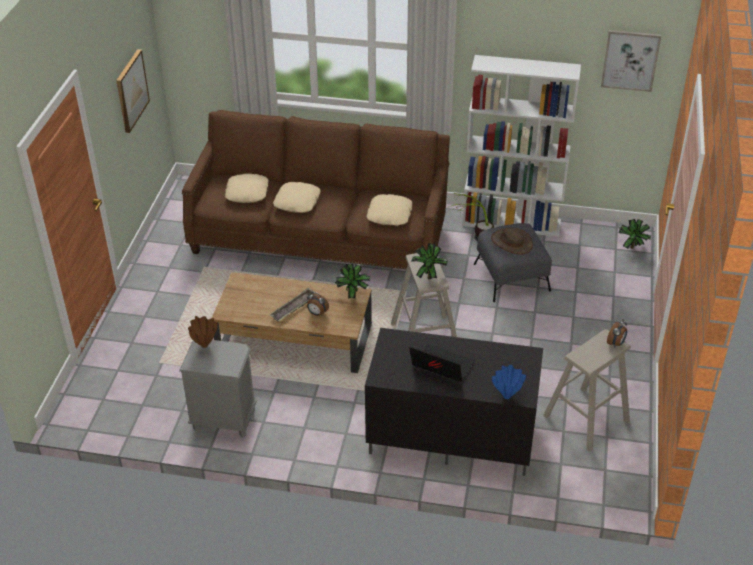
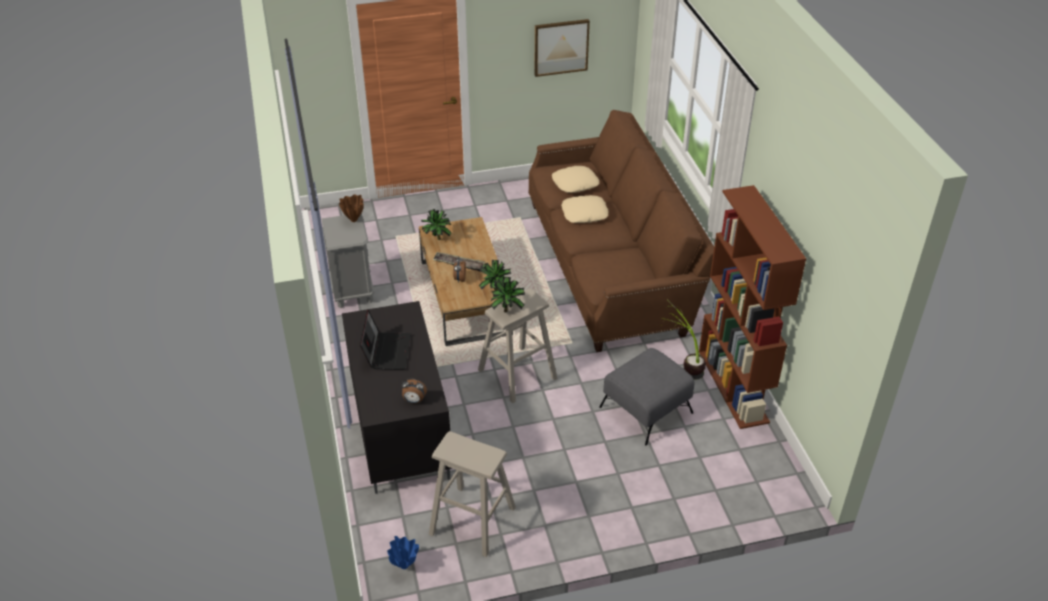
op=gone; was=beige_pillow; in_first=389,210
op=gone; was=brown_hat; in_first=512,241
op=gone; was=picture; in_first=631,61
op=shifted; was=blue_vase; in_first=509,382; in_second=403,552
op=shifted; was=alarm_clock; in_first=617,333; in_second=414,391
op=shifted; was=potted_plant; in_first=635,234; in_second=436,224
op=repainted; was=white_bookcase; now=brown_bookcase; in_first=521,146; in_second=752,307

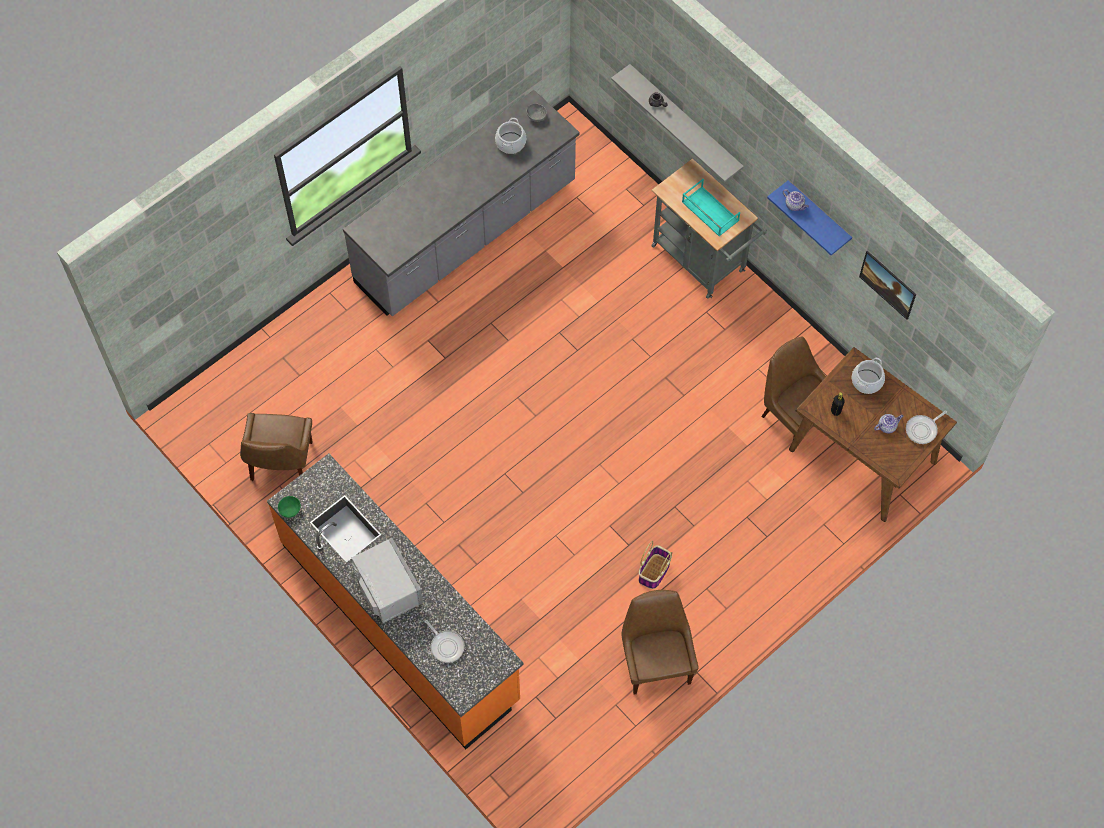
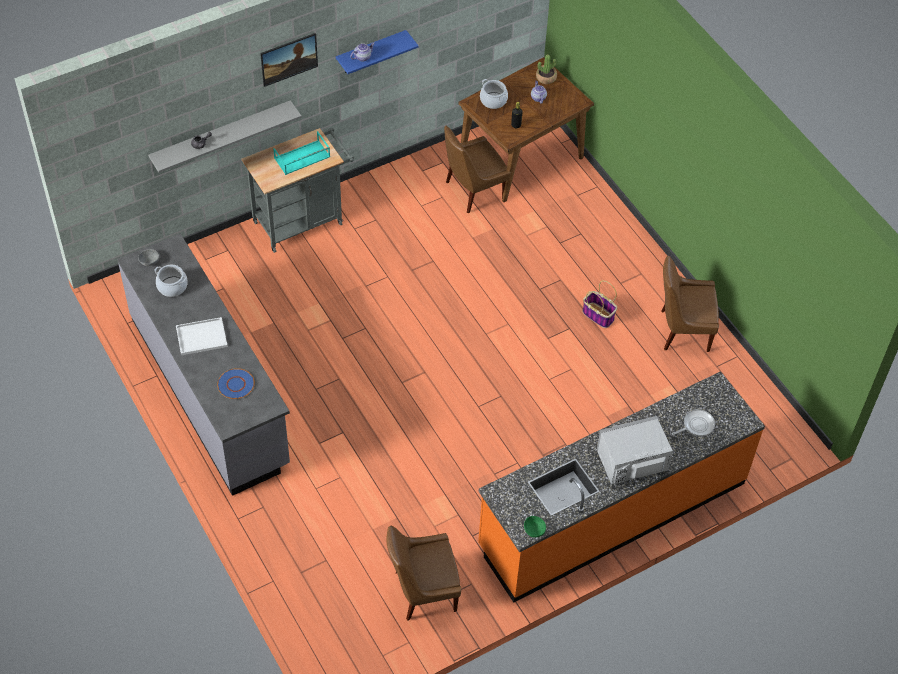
op=new; now=white_tray; in_second=202,336
op=new; now=blue_plate; in_second=236,383
op=shifted; was=picture; in_first=887,285; in_second=289,60
op=swapped; was=frying_pan; now=potted_plant; in_first=926,427; in_second=546,69
op=rotated; was=brown_chair; in_first=276,447; in_second=423,573; clockwise=150

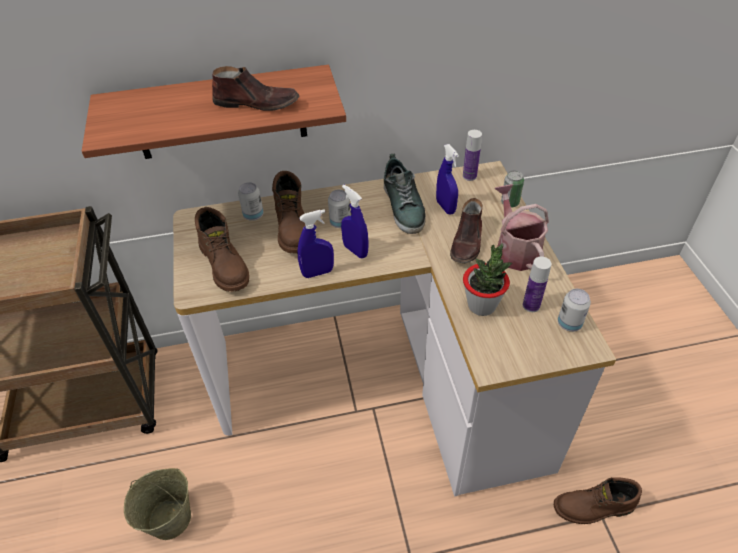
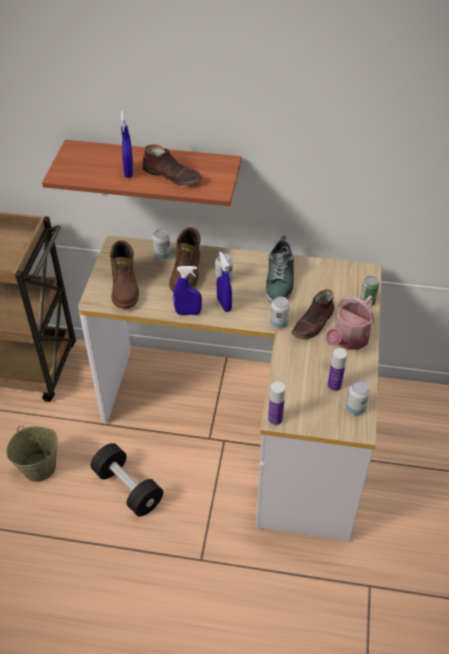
op=gone; was=potted_plant; in_first=487,280
op=gone; was=brown_boot; in_first=598,500
op=new; now=black_dumbbell; in_second=127,480
op=new; now=can; in_second=280,312
op=shifted; was=blue_spray_bottle; in_first=447,179; in_second=126,144
op=shifted; was=bottle; in_first=472,155; in_second=276,404
op=rotated; was=watering_can; in_first=521,227; in_second=350,322; clockwise=-150

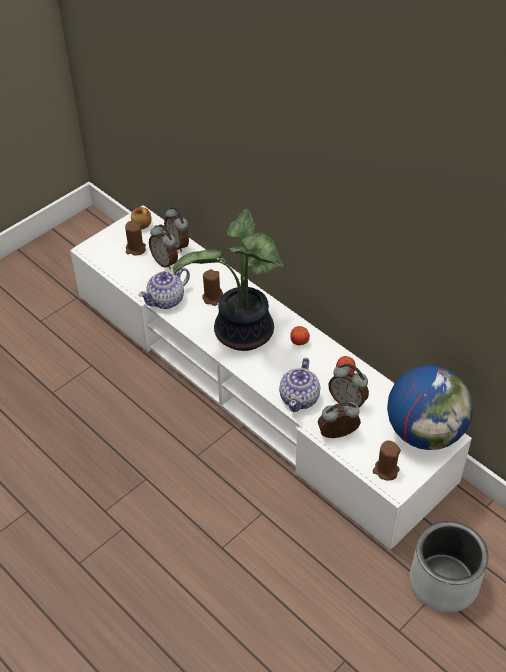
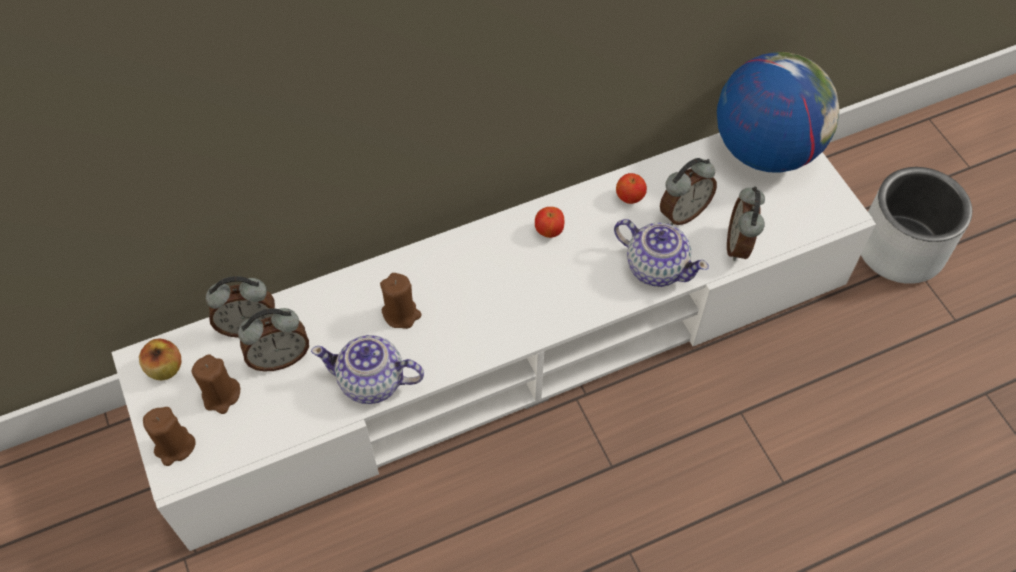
op=gone; was=potted_plant; in_first=228,280
op=shifted; was=brown_candle; in_first=387,460; in_second=169,436
op=rotated; was=teapot; in_first=164,288; in_second=367,369; clockwise=120

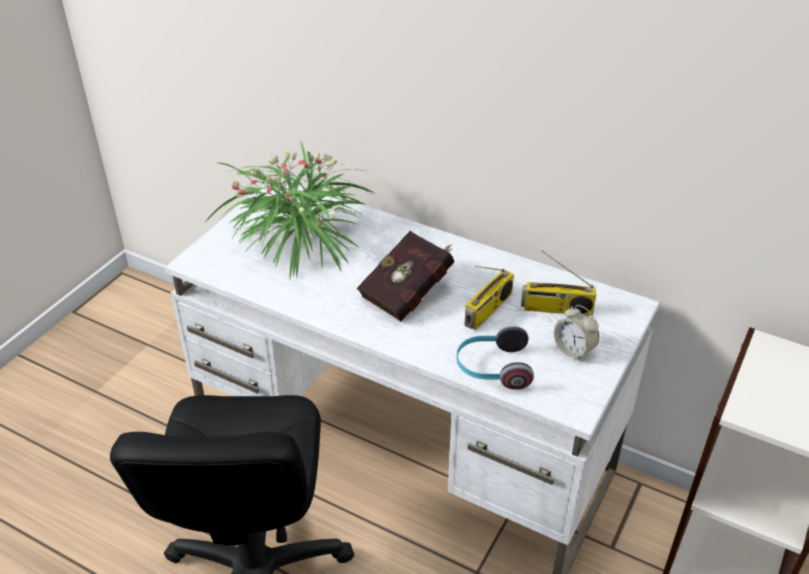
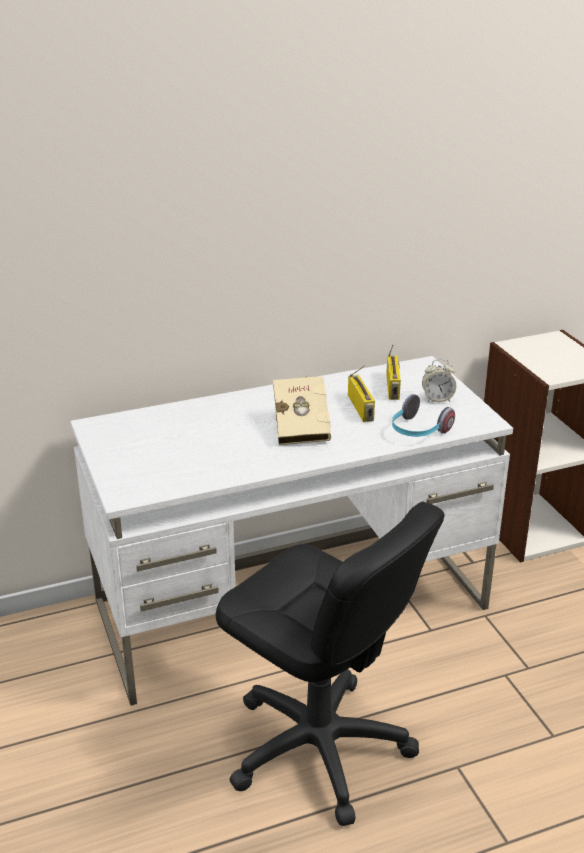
op=gone; was=potted_plant; in_first=290,209
op=repainted; was=red_book; now=beige_book; in_first=405,276; in_second=302,410
op=rotated; was=radio; in_first=558,283; in_second=393,372; clockwise=-45

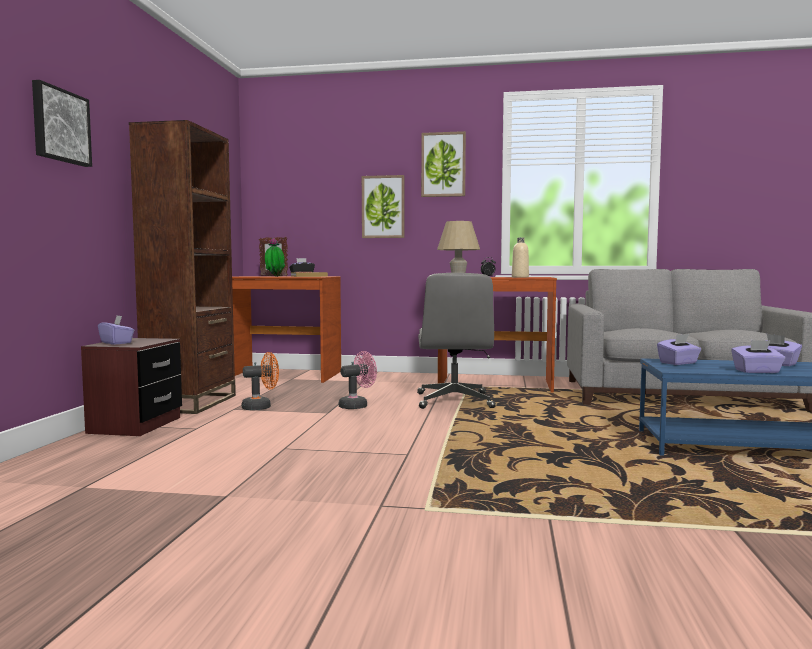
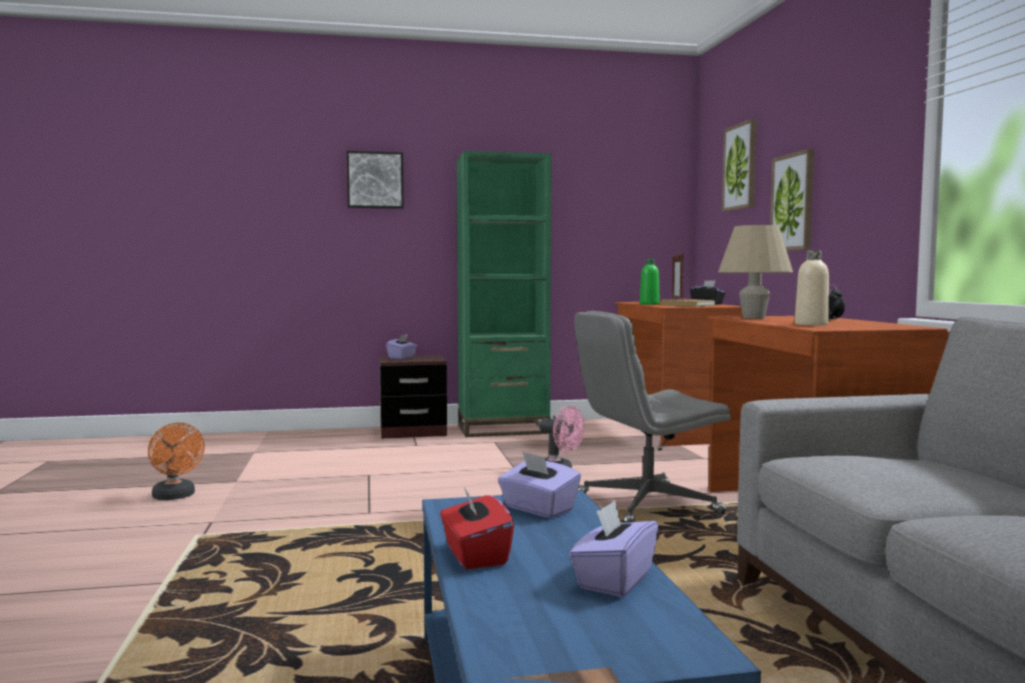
op=shifted; was=orange_fan; in_first=260,381; in_second=176,461
op=shifted; was=picture; in_first=443,164; in_second=739,165
op=swapped; was=potted_plant; now=green_bottle; in_first=275,257; in_second=649,282
op=repainted; was=brown_bookcase; now=green_bookcase; in_first=182,267; in_second=504,294
op=repainted; was=purple_tissue_box; now=red_tissue_box; in_first=758,356; in_second=477,528

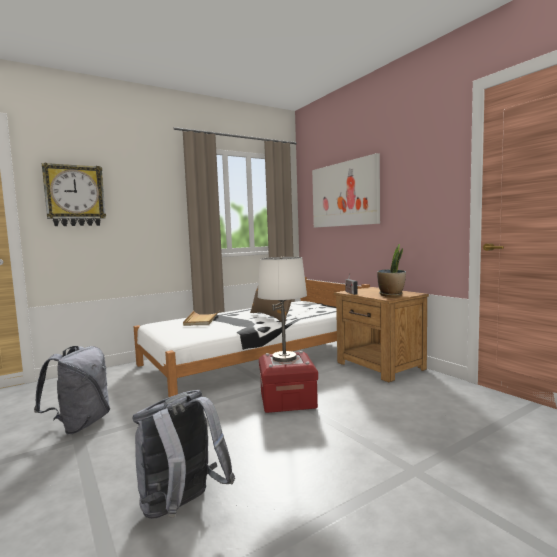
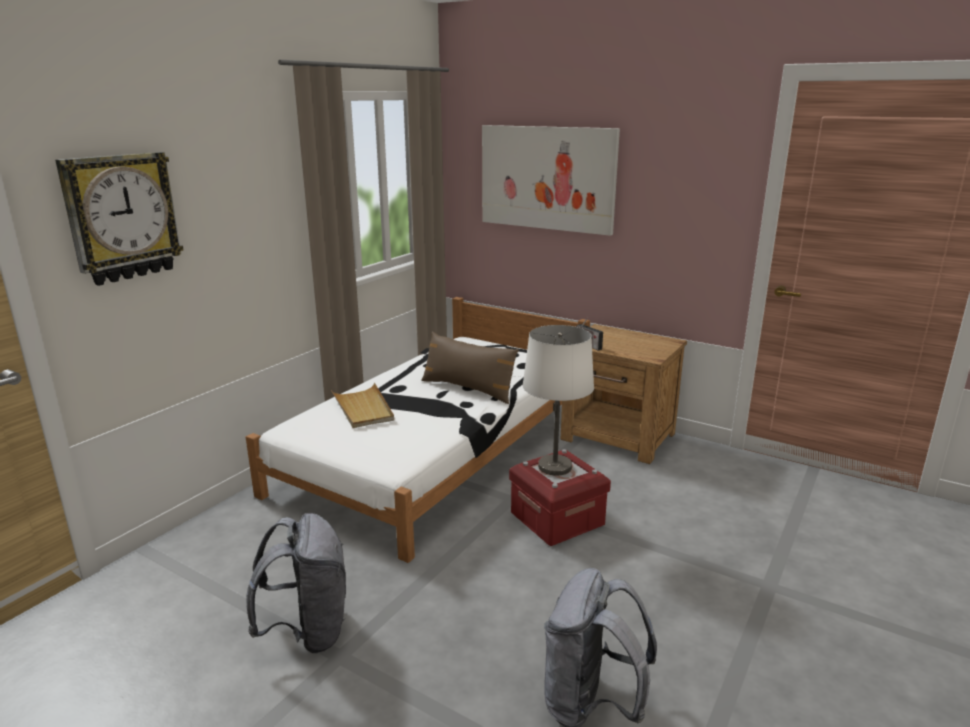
op=gone; was=potted_plant; in_first=391,270

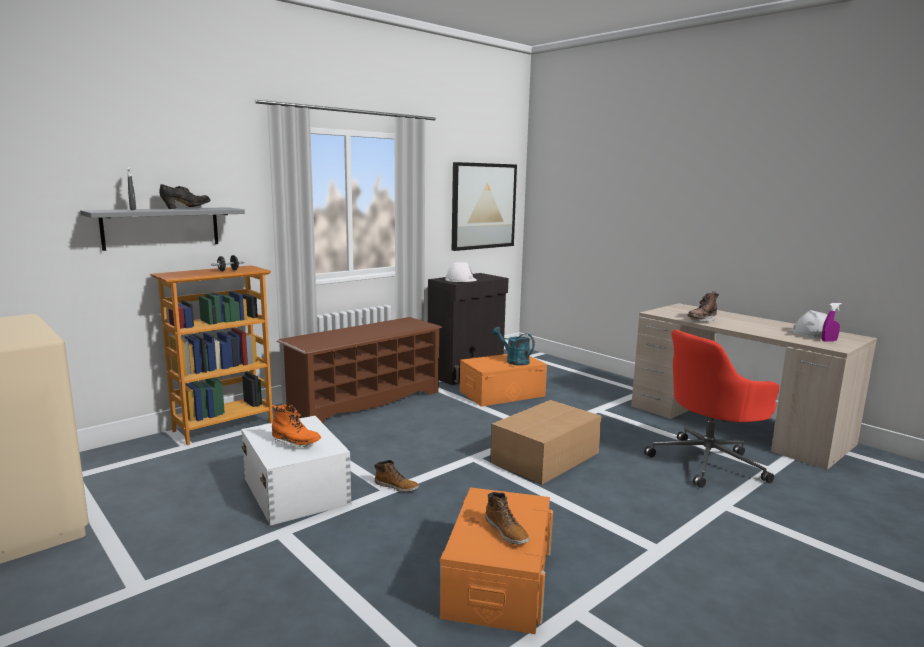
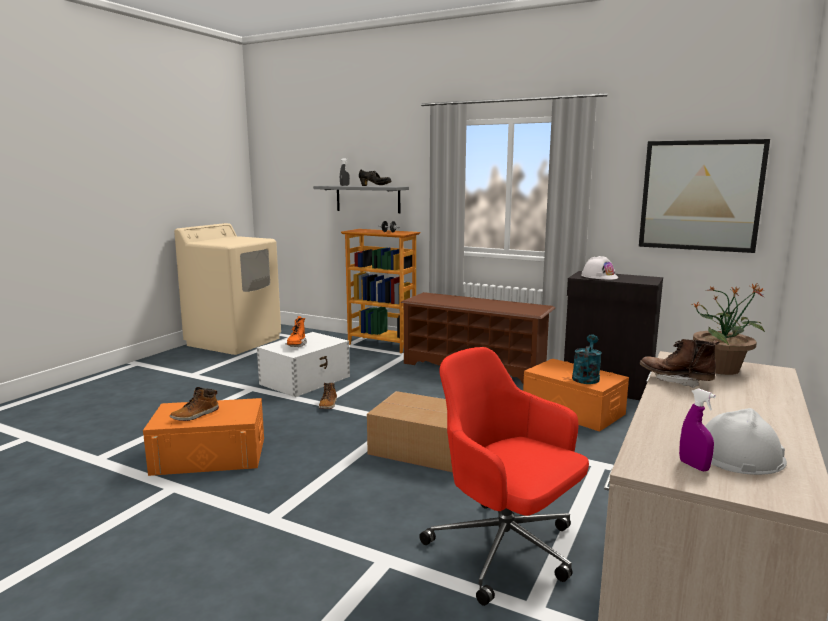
op=new; now=potted_plant; in_second=729,329

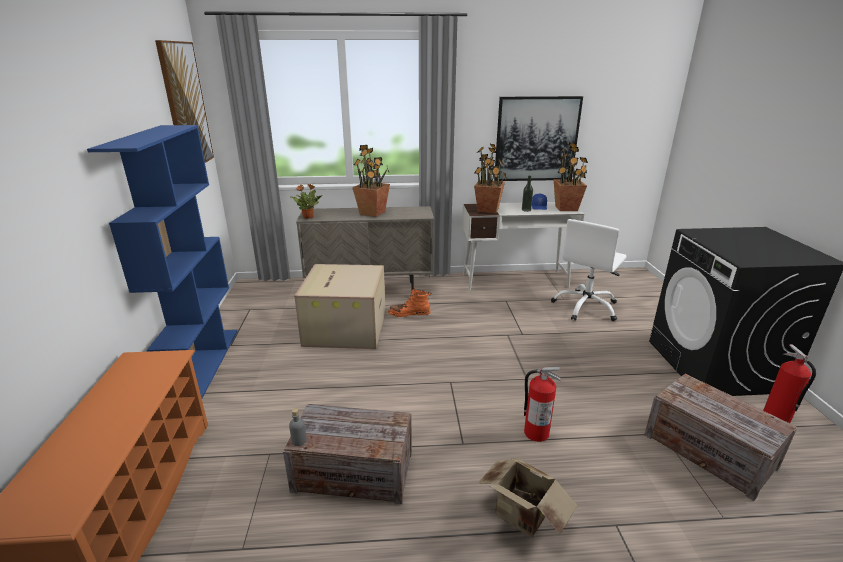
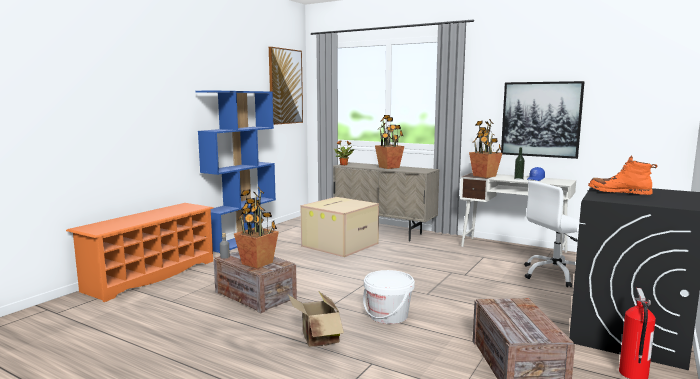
op=shifted; was=orange_boot; in_first=410,302; in_second=623,175
op=shifted; was=potted_plant; in_first=571,177; in_second=256,227
op=swapped; was=fire_extinguisher; now=white_bucket; in_first=542,404; in_second=389,297

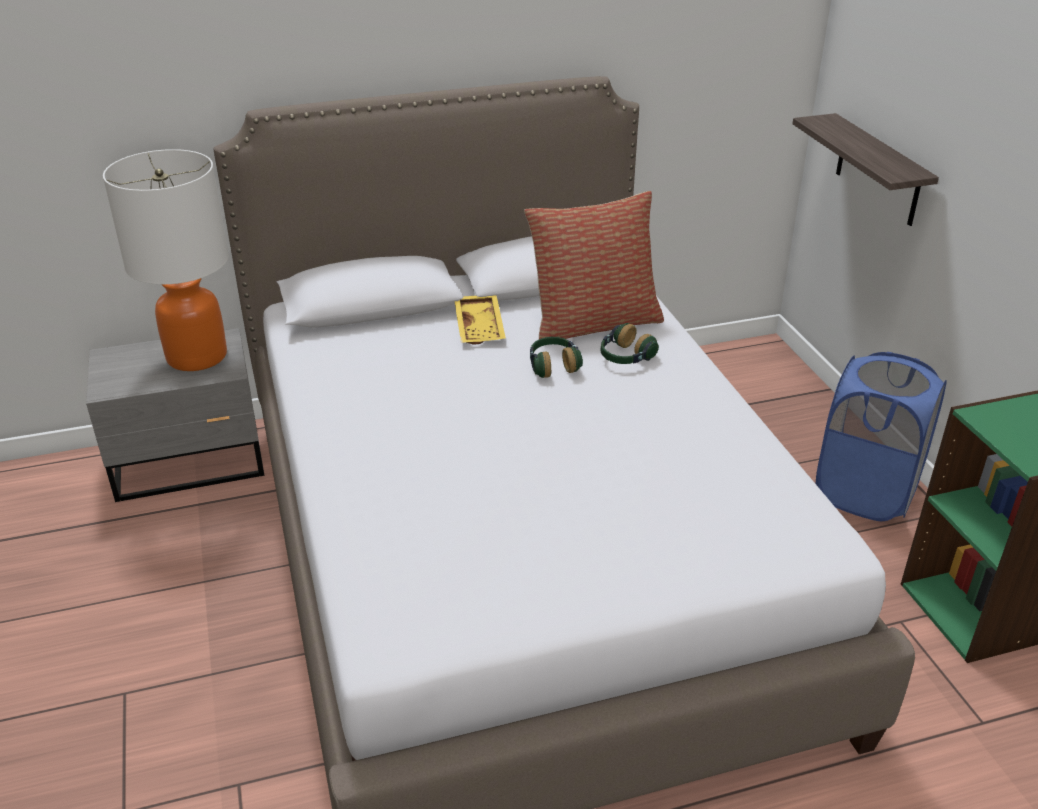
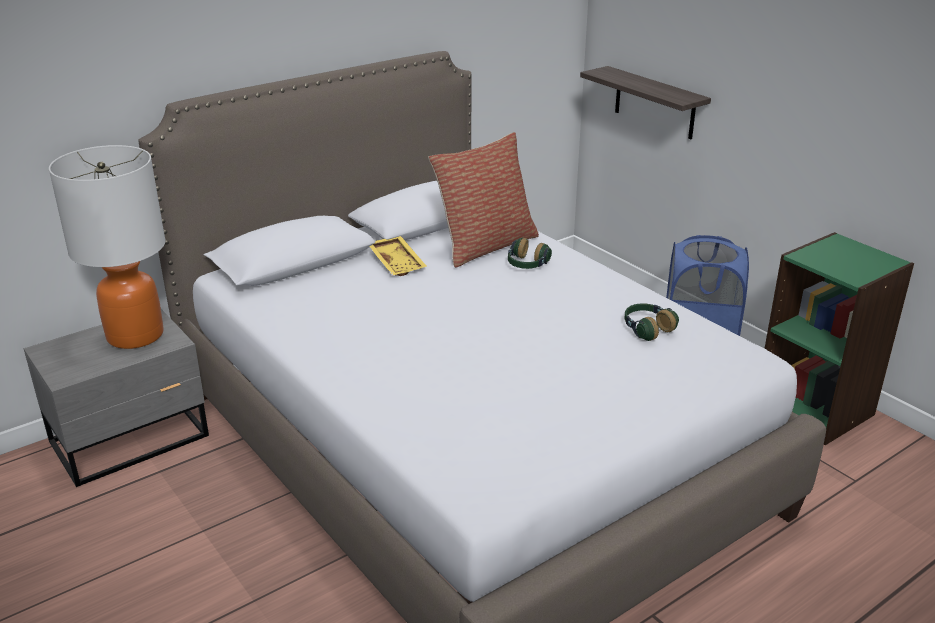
op=shifted; was=headphones; in_first=556,357; in_second=652,322

